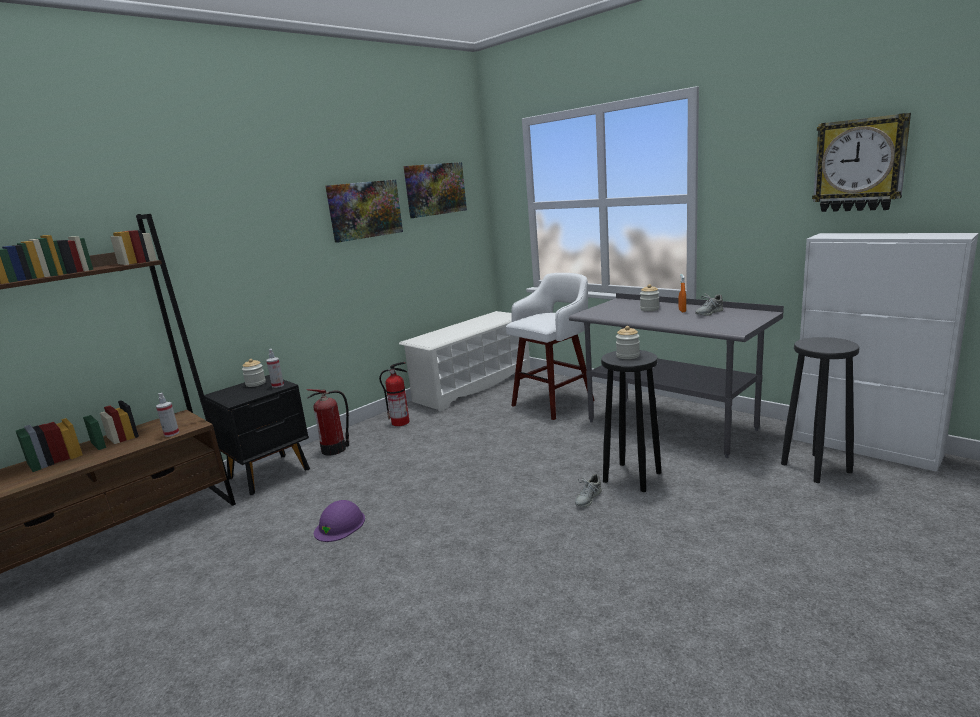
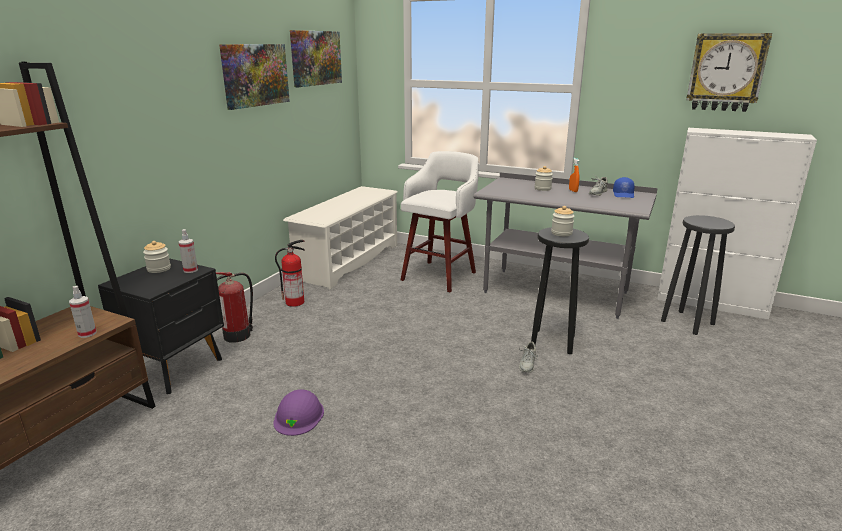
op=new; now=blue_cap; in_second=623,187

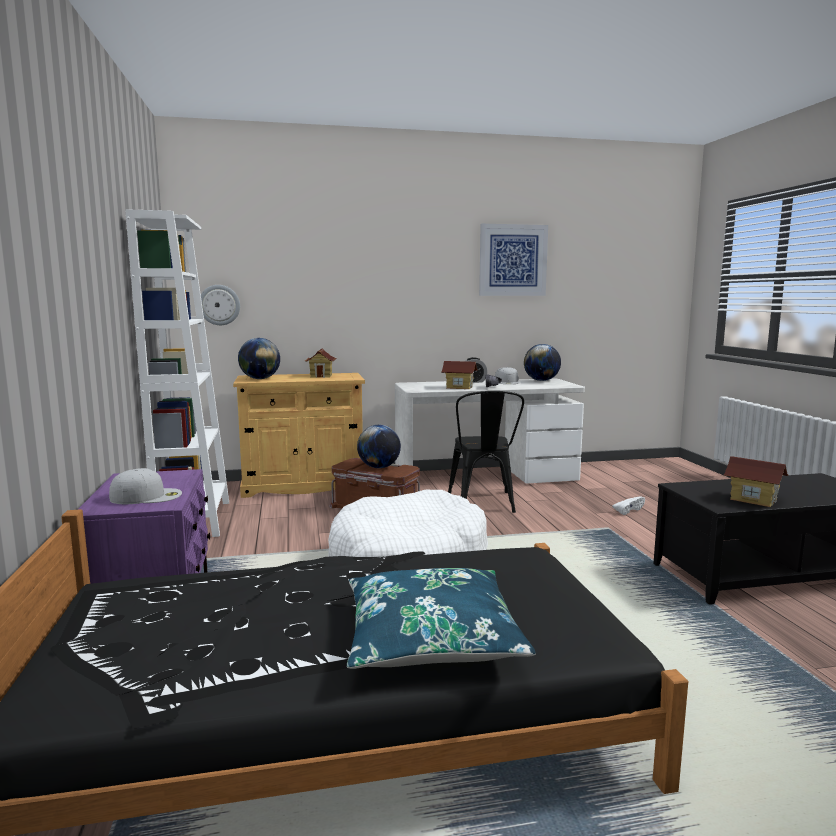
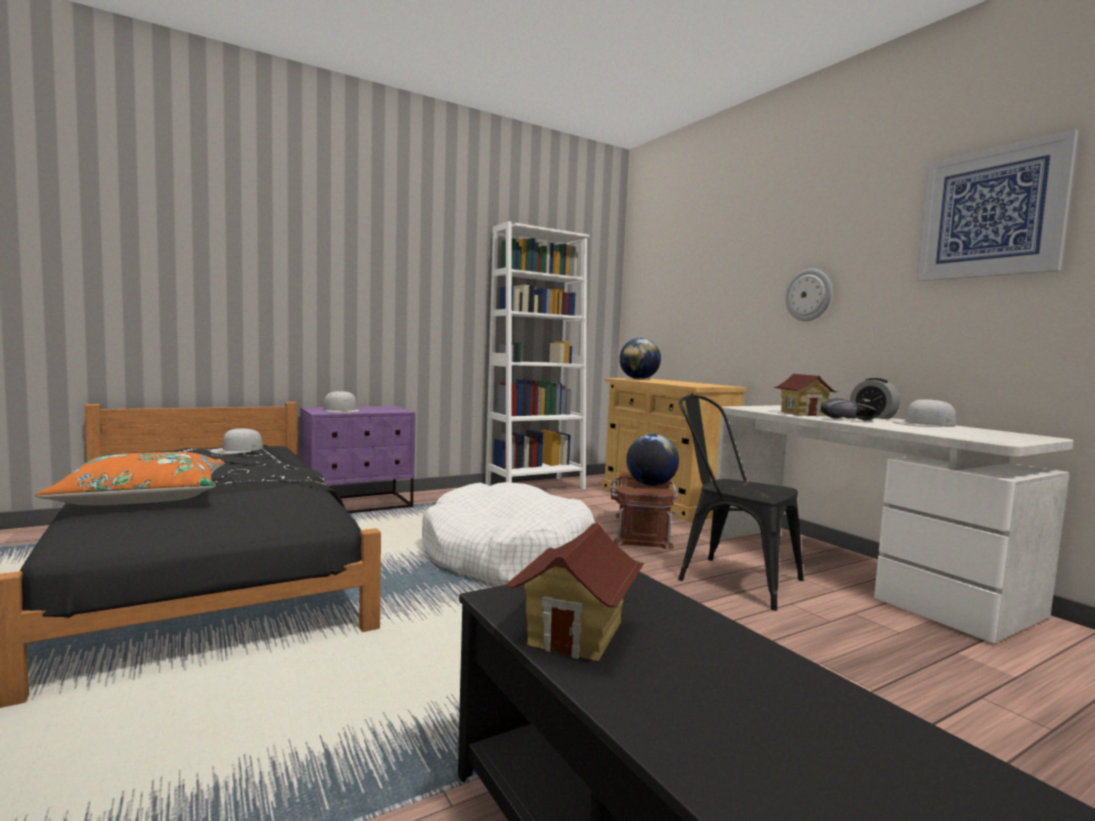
op=gone; was=toy_house; in_first=320,363
op=gone; was=globe; in_first=542,362
op=gone; was=white_shoe; in_first=628,505
op=new; now=white_cap; in_second=236,441
op=shifted; was=wall_clock; in_first=220,305; in_second=808,295
op=repainted; was=blue_pillow; now=orange_pillow; in_first=441,618; in_second=130,478
op=rotated; was=black_chair; in_first=486,452; in_second=741,503; clockwise=60

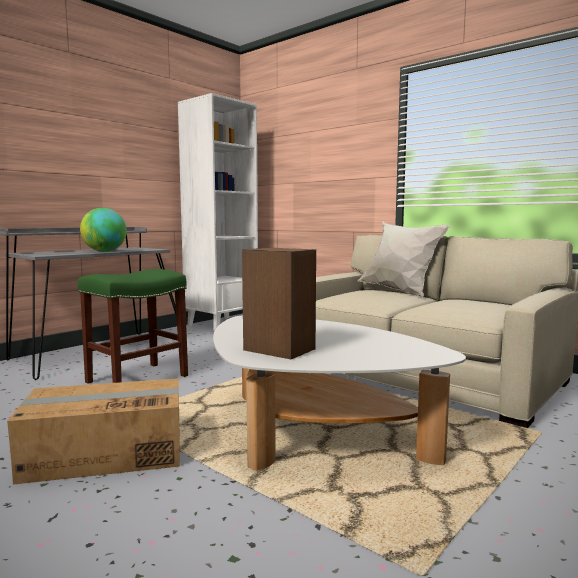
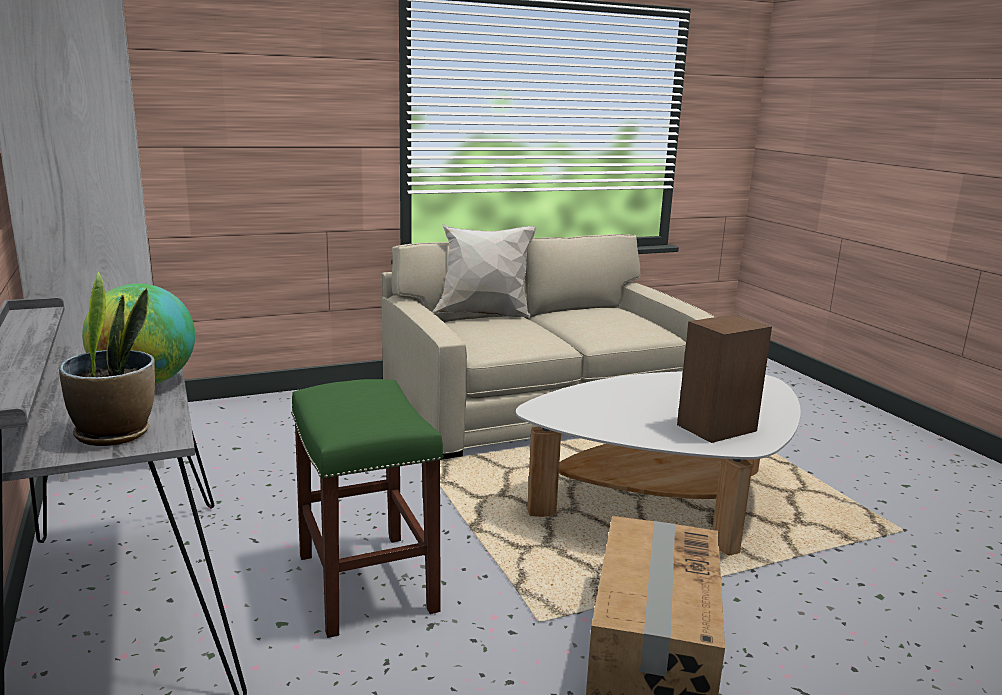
op=new; now=potted_plant; in_second=107,359

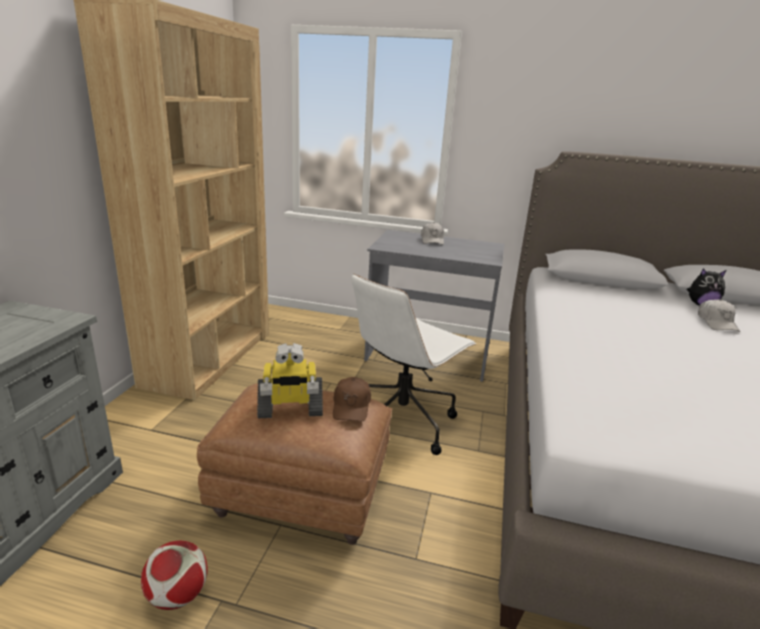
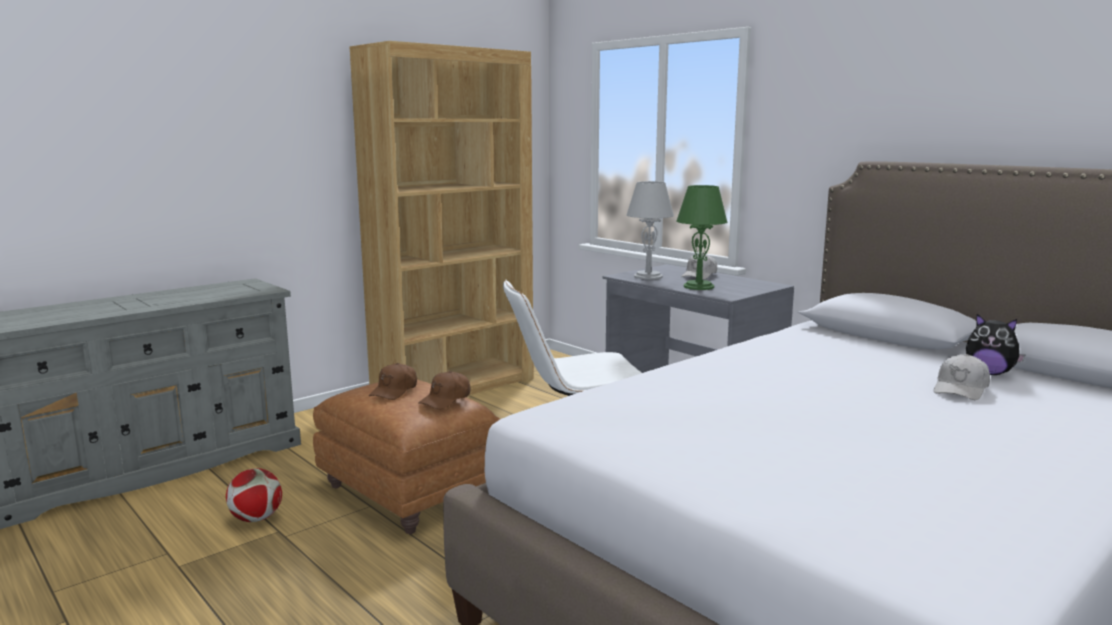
op=new; now=grey_table_lamp; in_second=650,230
op=new; now=green_table_lamp; in_second=701,237
op=swapped; was=toy_robot; now=brown_cap; in_first=290,380; in_second=393,381

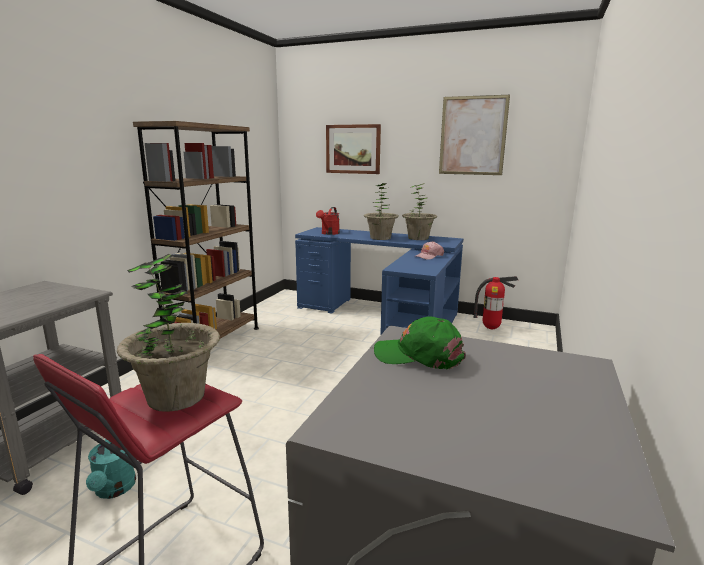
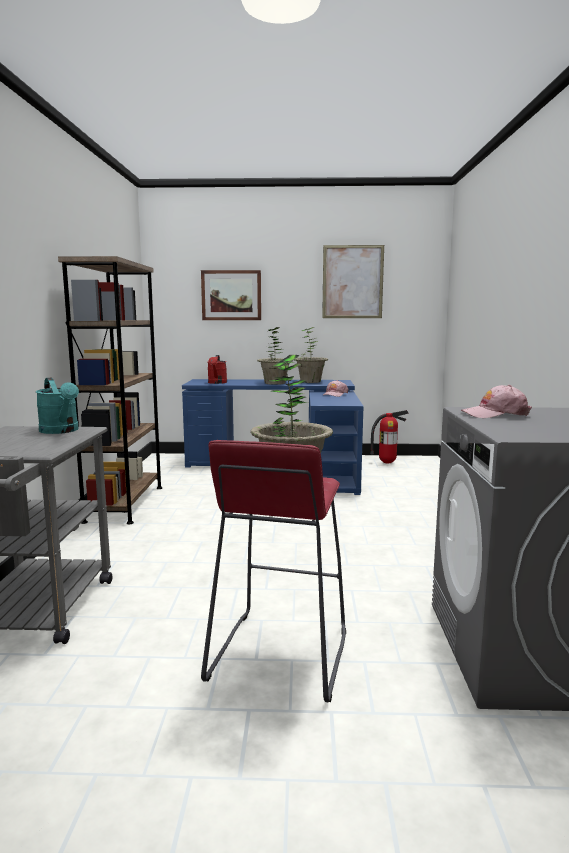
op=shifted; was=turquoise_watering_can; in_first=111,469; in_second=57,406
op=repainted; was=green_cap; now=pink_cap; in_first=420,342; in_second=496,401

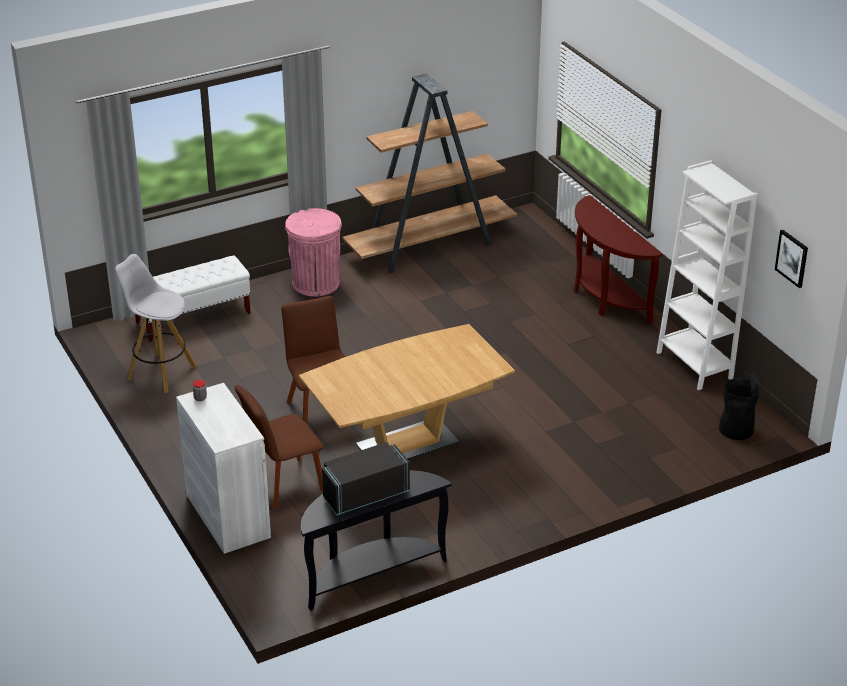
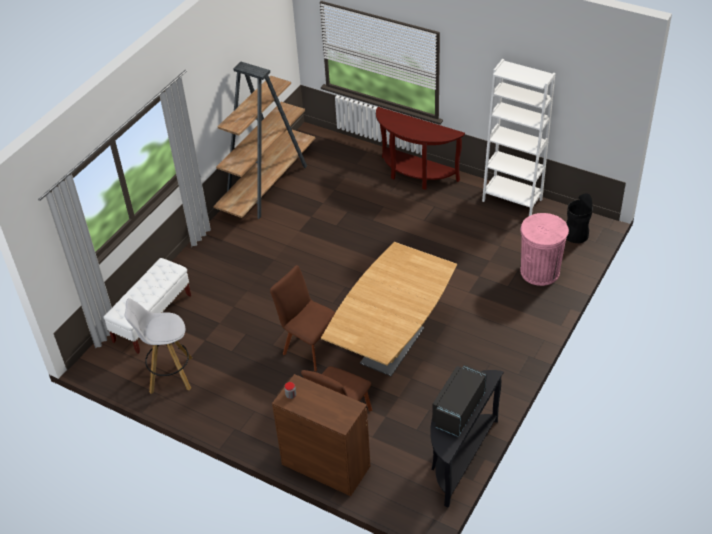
op=gone; was=picture; in_first=791,259
op=shifted; was=pink_trash_can; in_first=313,252; in_second=544,249
op=repainted; was=white_cabinet; now=brown_cabinet; in_first=223,468; in_second=321,435

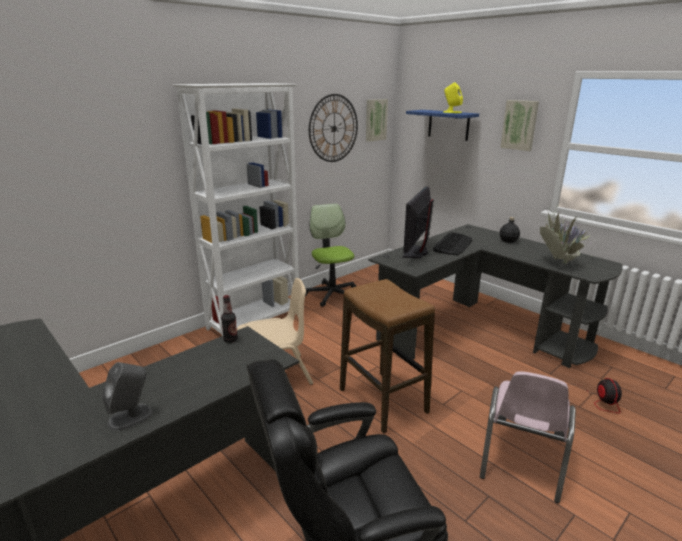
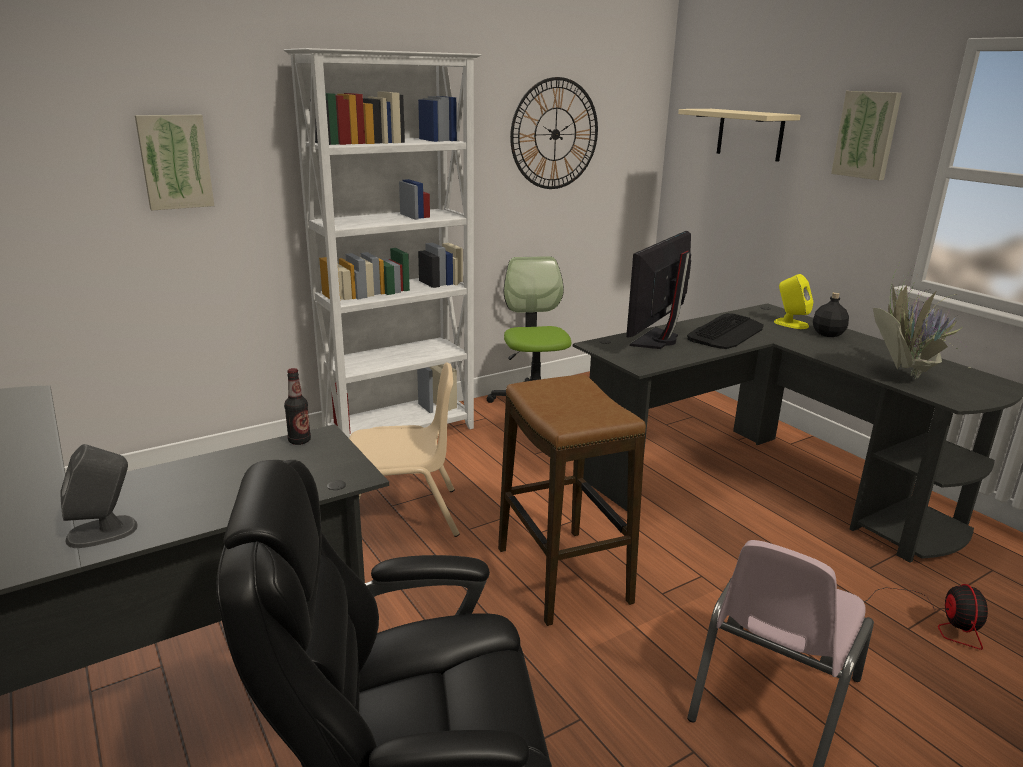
op=shifted; was=picture; in_first=377,120; in_second=174,162
op=shifted; was=yellow_speaker; in_first=453,97; in_second=793,301
op=repainted; was=blue_shelf; now=beige_shelf; in_first=442,125; in_second=739,135

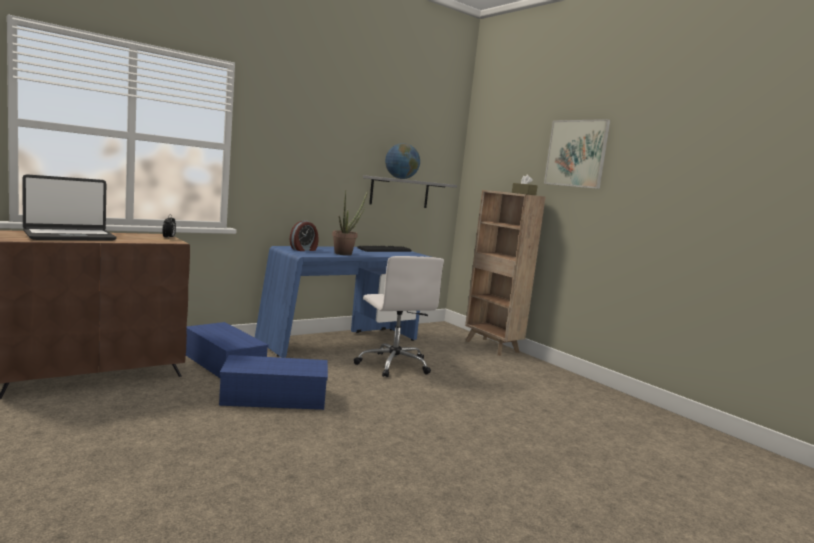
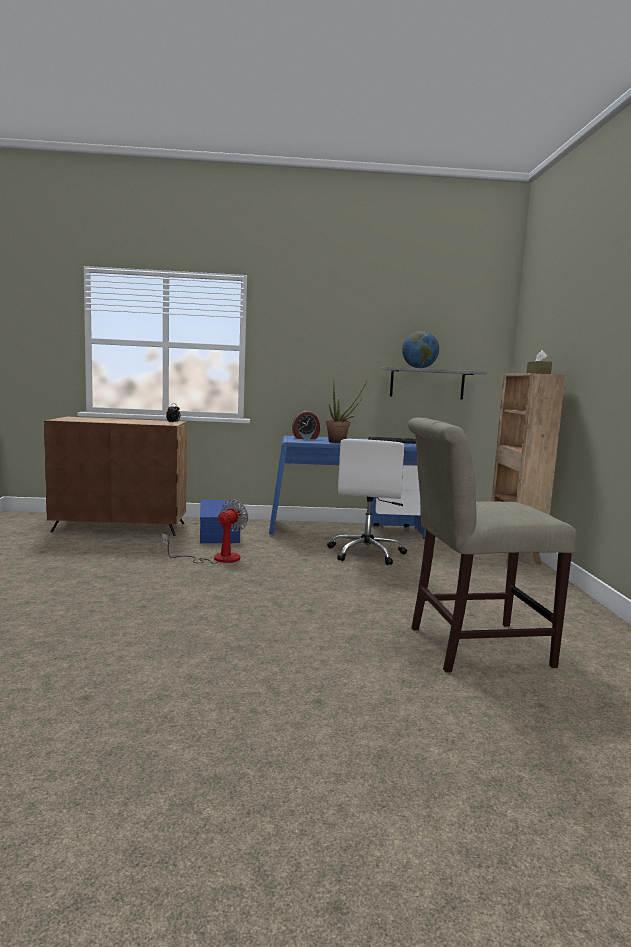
op=gone; was=laptop; in_first=69,207
op=gone; was=picture; in_first=577,154
op=new; now=beige_chair; in_second=492,544
op=swapped; was=blue_storage_box; now=fan; in_first=273,382; in_second=205,531

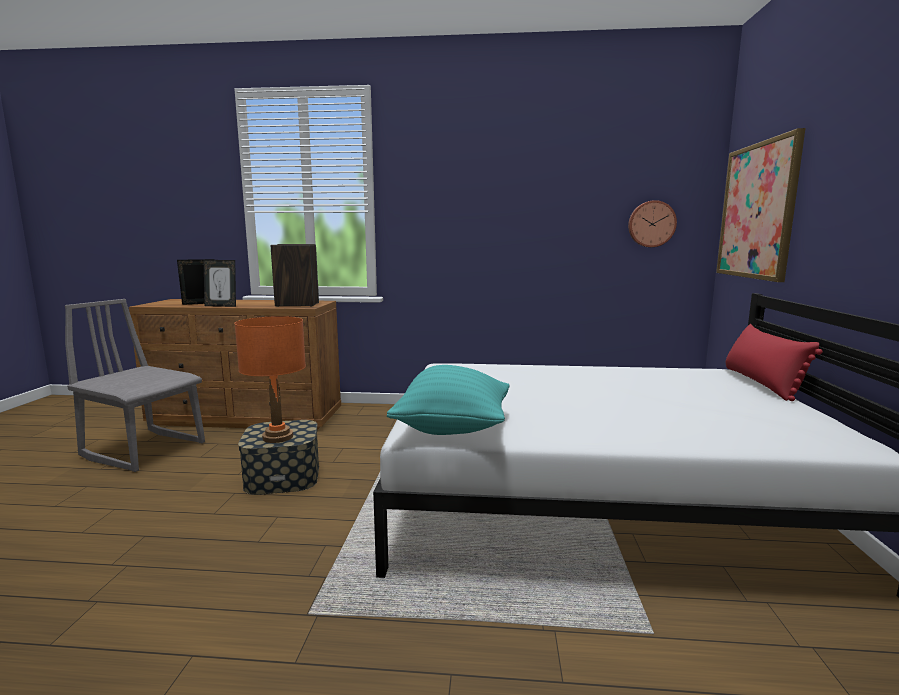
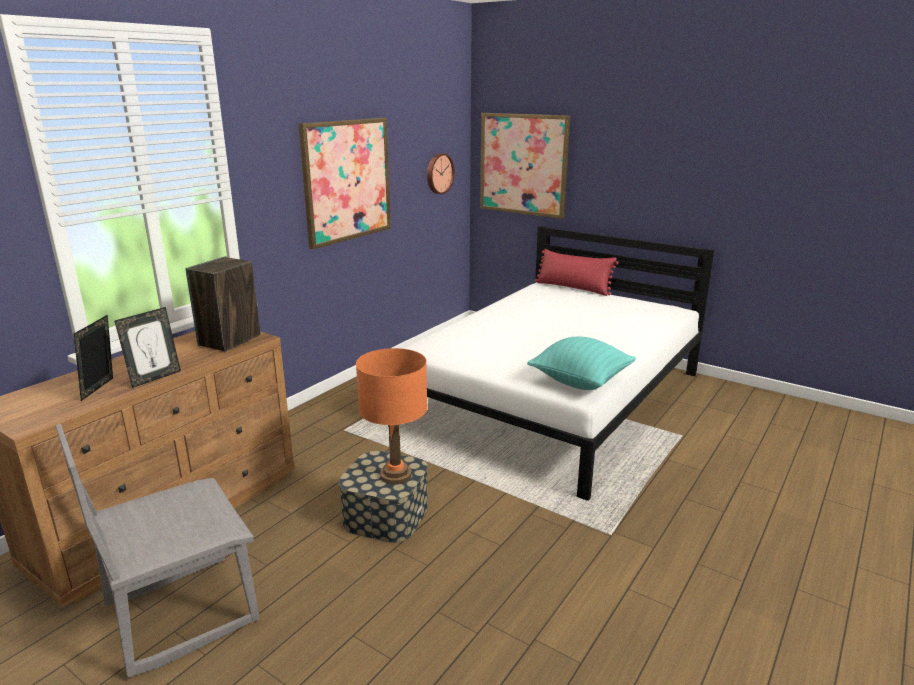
op=new; now=picture; in_second=345,183

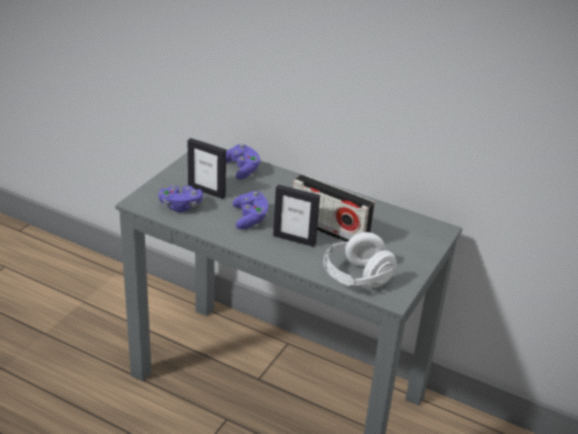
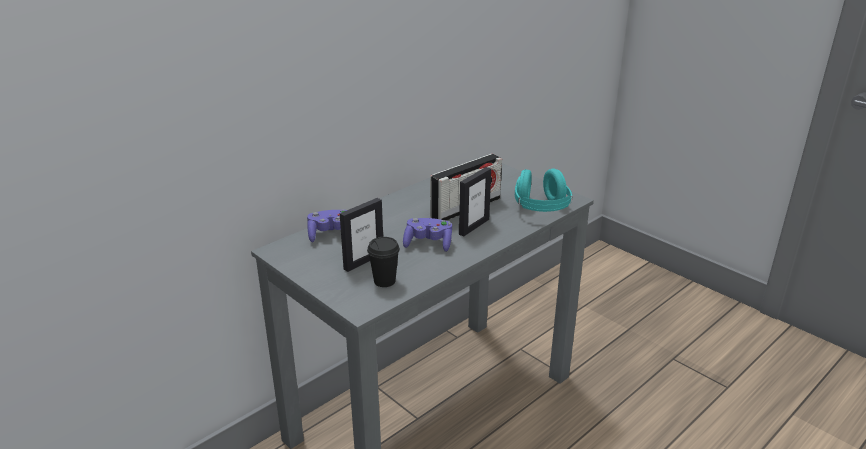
op=swapped; was=purple_game_controller; now=black_cup; in_first=181,198; in_second=383,262
op=repainted; was=white_headphones; now=turquoise_headphones; in_first=360,260; in_second=543,190

